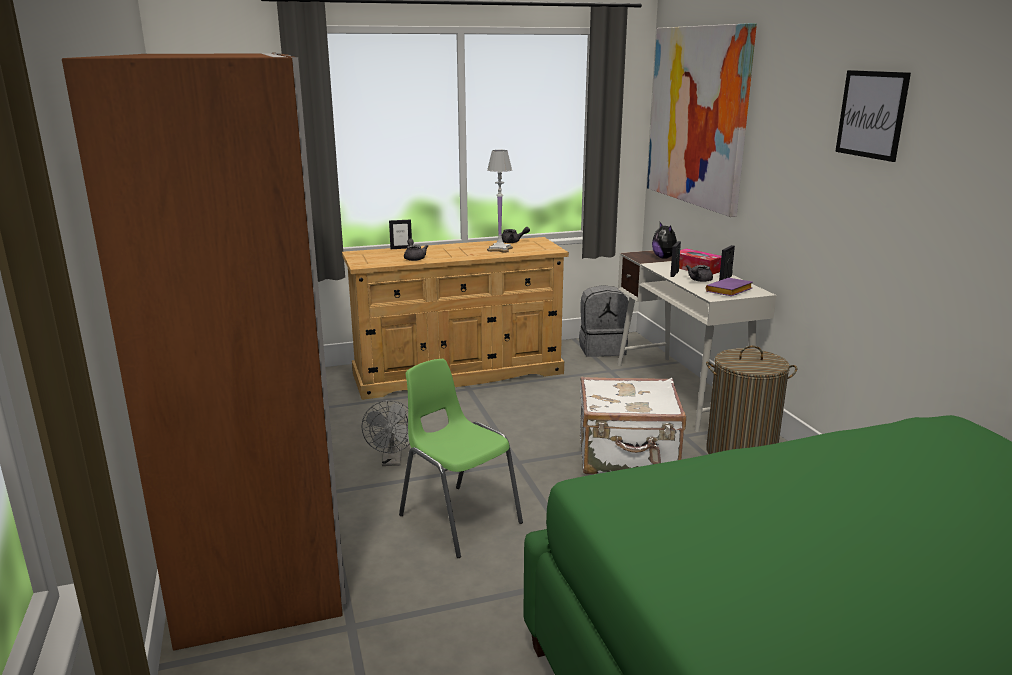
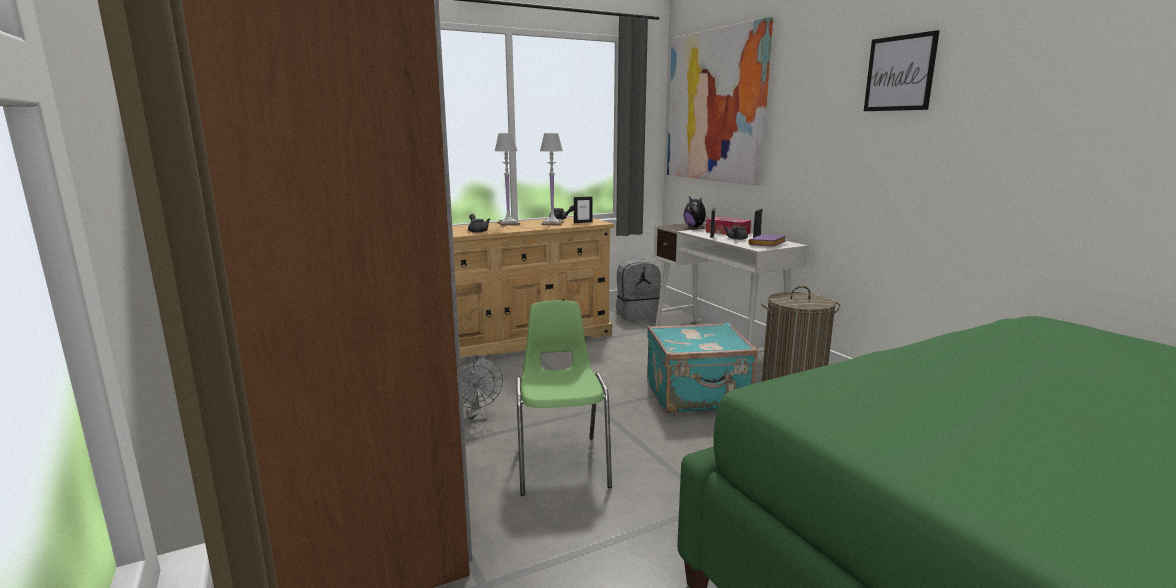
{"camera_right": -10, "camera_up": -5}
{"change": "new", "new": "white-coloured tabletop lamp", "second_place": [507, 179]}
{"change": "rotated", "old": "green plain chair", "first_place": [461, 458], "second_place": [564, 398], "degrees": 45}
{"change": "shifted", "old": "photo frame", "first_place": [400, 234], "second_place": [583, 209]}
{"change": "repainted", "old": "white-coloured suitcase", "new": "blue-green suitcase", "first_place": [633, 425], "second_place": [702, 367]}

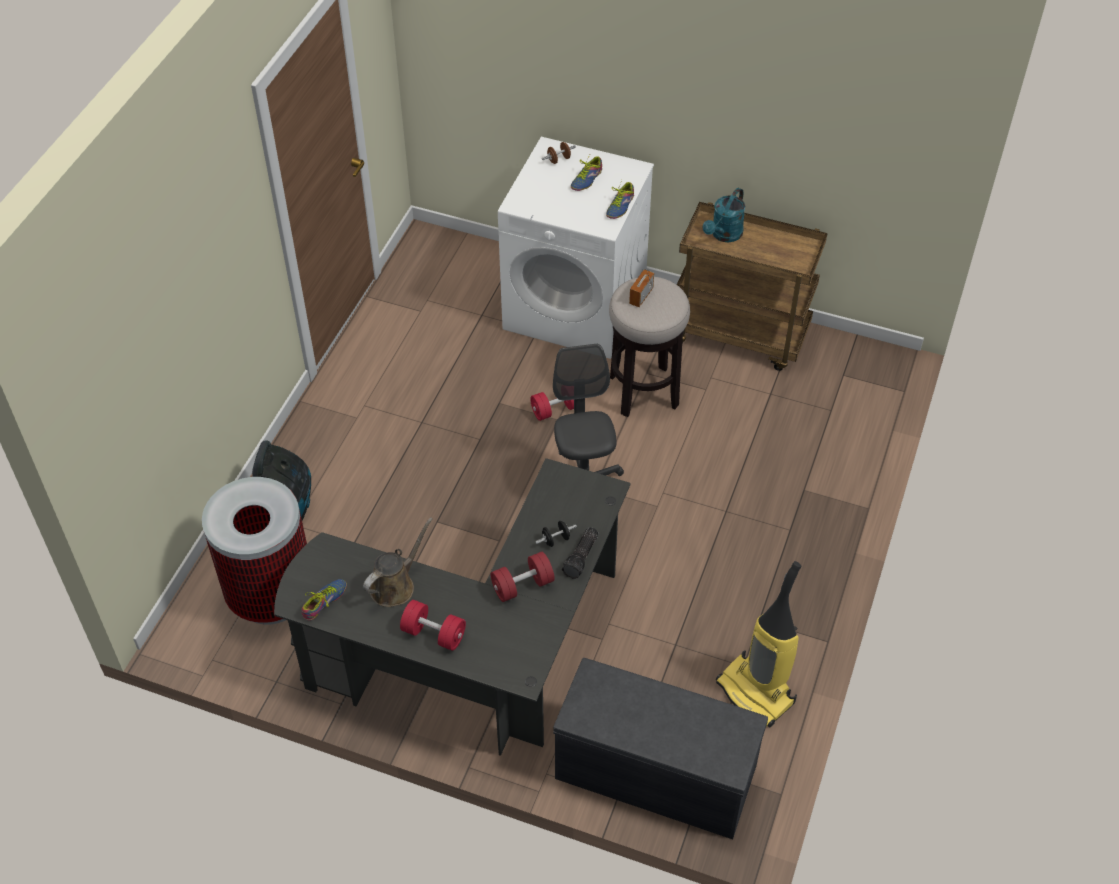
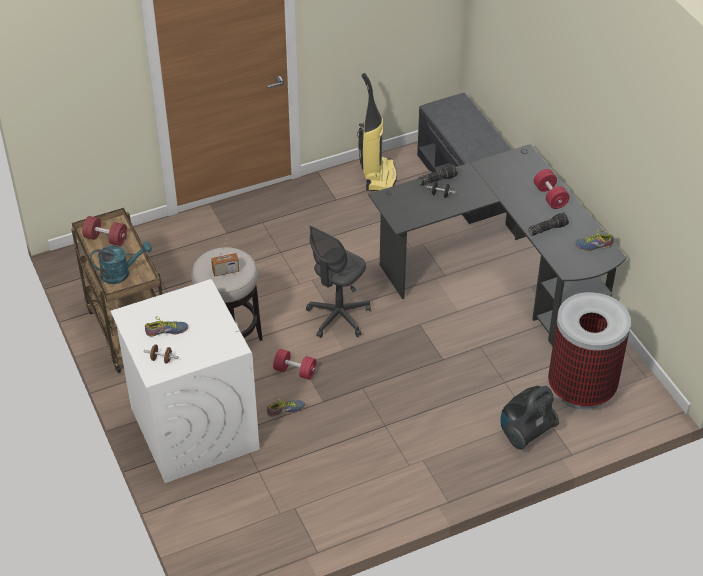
{"camera_right": -135, "camera_up": -5}
{"change": "shifted", "old": "red hand weight", "first_place": [523, 577], "second_place": [104, 231]}
{"change": "shifted", "old": "low shoe", "first_place": [620, 199], "second_place": [286, 407]}
{"change": "swapped", "old": "brownish sprinkling can", "new": "hand torch", "first_place": [398, 562], "second_place": [548, 224]}

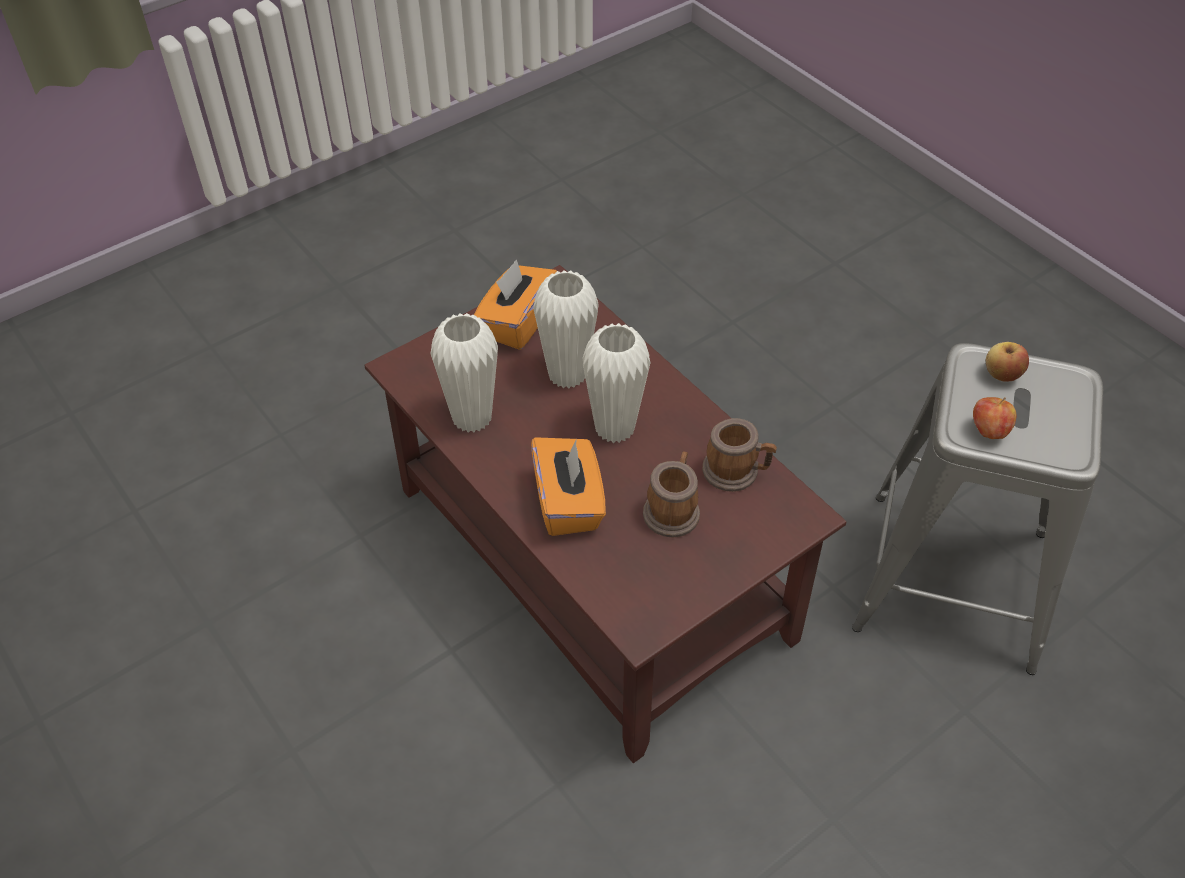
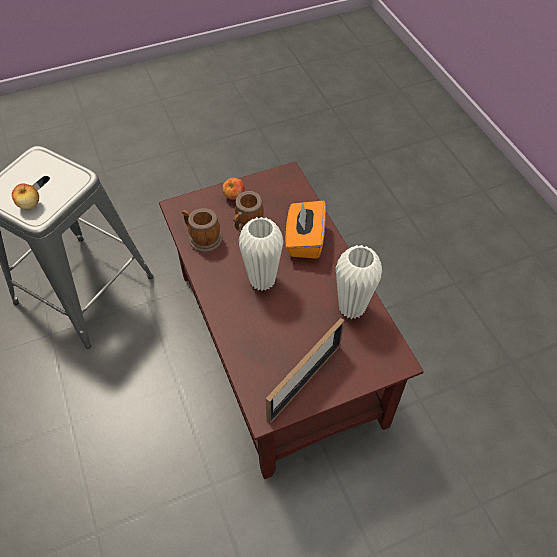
{"camera_right": -165, "camera_up": 5}
{"change": "shifted", "old": "apple fruit", "first_place": [995, 418], "second_place": [233, 189]}
{"change": "swapped", "old": "orangey tissue holder", "new": "photo frame", "first_place": [515, 304], "second_place": [305, 370]}
{"change": "gone", "old": "white-coloured vase", "first_place": [566, 329]}

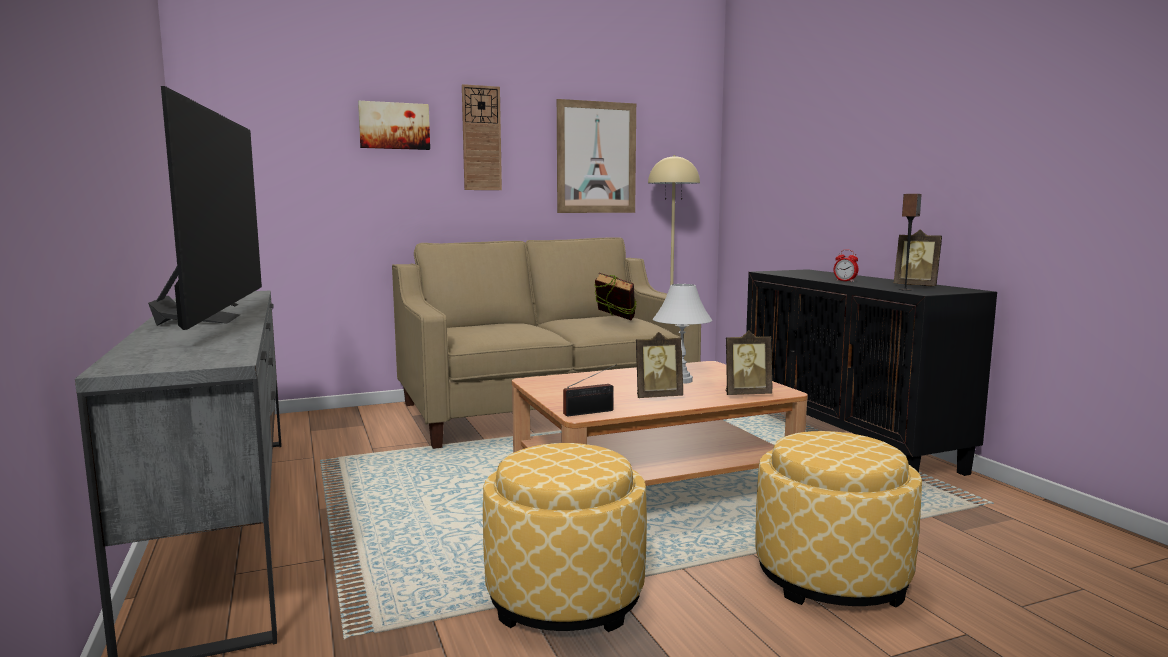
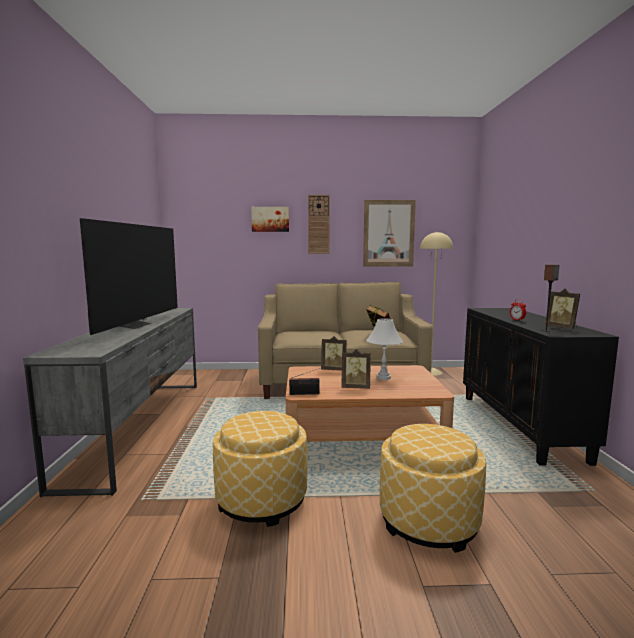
{"camera_right": 20, "camera_up": 0}
{"change": "shifted", "old": "photo frame", "first_place": [749, 362], "second_place": [333, 353]}

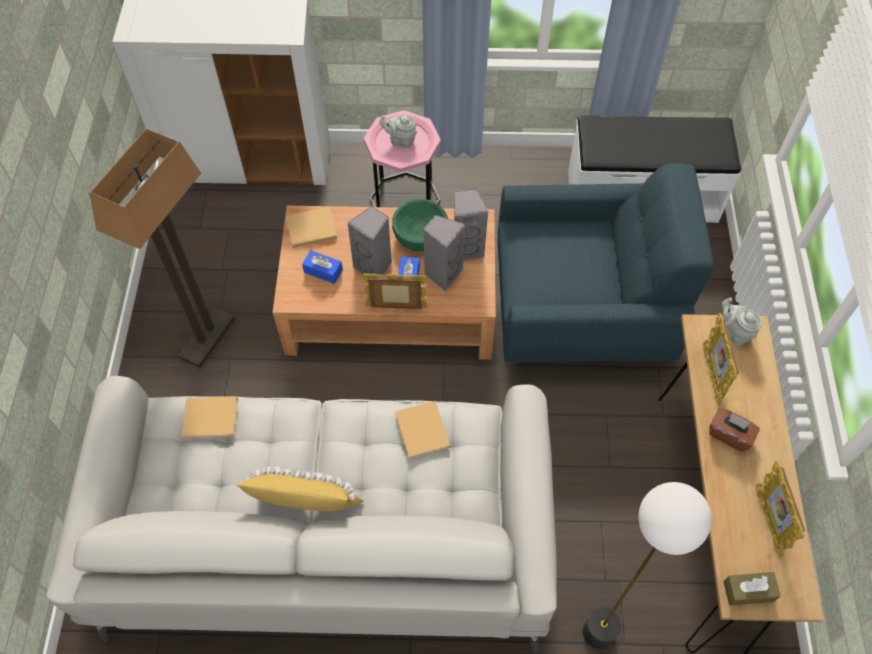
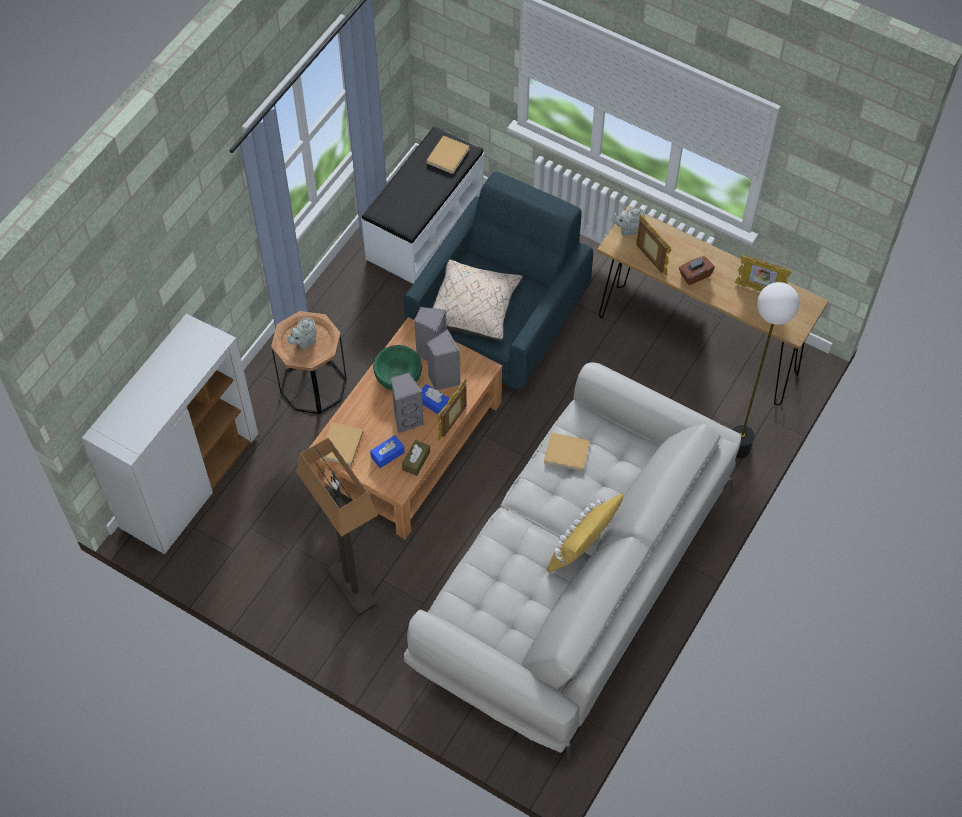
{"camera_right": -60, "camera_up": 0}
{"change": "repainted", "old": "pinkish end table", "new": "brownish end table", "first_place": [402, 158], "second_place": [309, 362]}
{"change": "shifted", "old": "brownish tissue holder", "first_place": [751, 588], "second_place": [416, 458]}
{"change": "shifted", "old": "beige book", "first_place": [210, 417], "second_place": [448, 154]}
{"change": "new", "new": "beige pillow", "second_place": [477, 300]}
{"change": "rotated", "old": "photo frame", "first_place": [721, 359], "second_place": [653, 245], "degrees": -150}

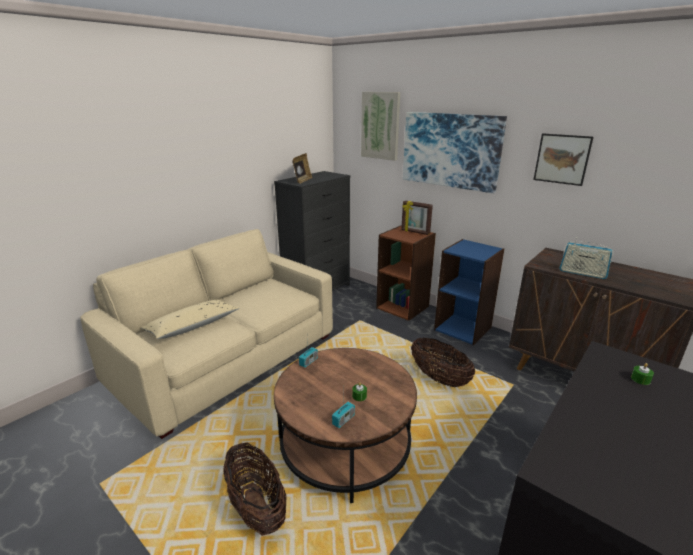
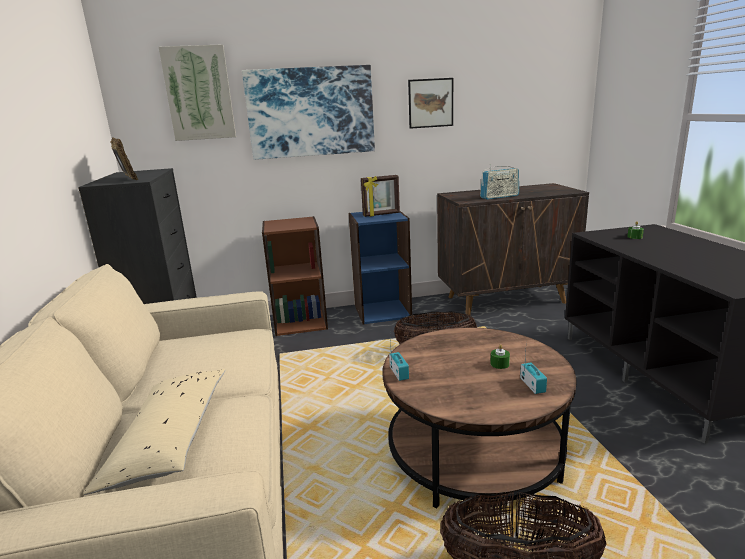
{"camera_right": -50, "camera_up": -5}
{"change": "shifted", "old": "photo frame", "first_place": [417, 218], "second_place": [380, 196]}

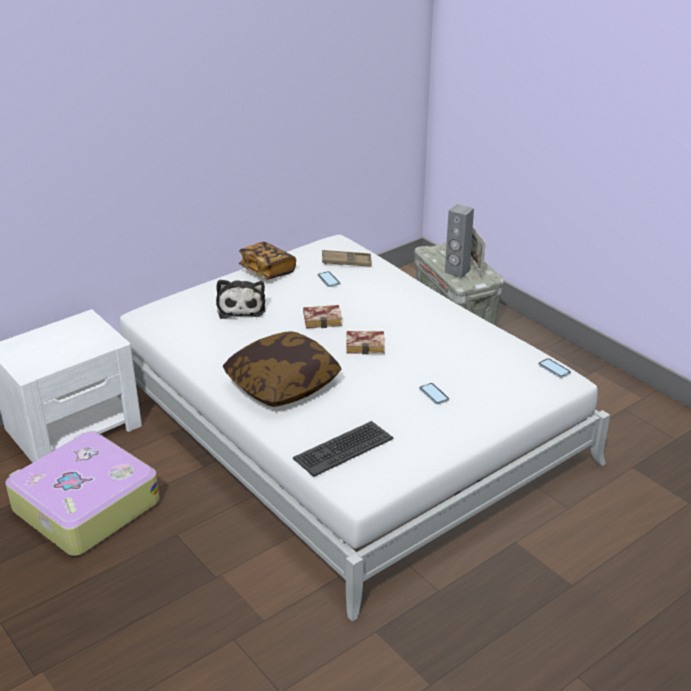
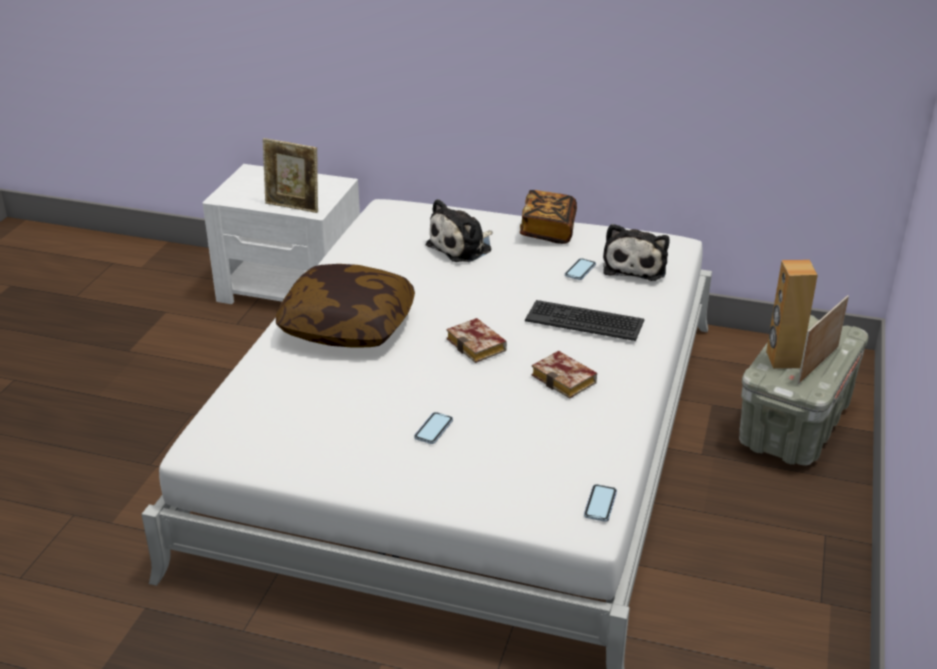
{"camera_right": 55, "camera_up": 0}
{"change": "new", "new": "photo frame", "second_place": [290, 175]}
{"change": "shifted", "old": "keyboard", "first_place": [343, 449], "second_place": [584, 320]}
{"change": "shifted", "old": "book", "first_place": [322, 316], "second_place": [564, 374]}
{"change": "swapped", "old": "brownish carrying tray", "new": "plush toy", "first_place": [347, 258], "second_place": [636, 252]}
{"change": "repainted", "old": "greyish speaker", "new": "brownish speaker", "first_place": [459, 241], "second_place": [792, 314]}
{"change": "gone", "old": "suitcase", "first_place": [83, 493]}

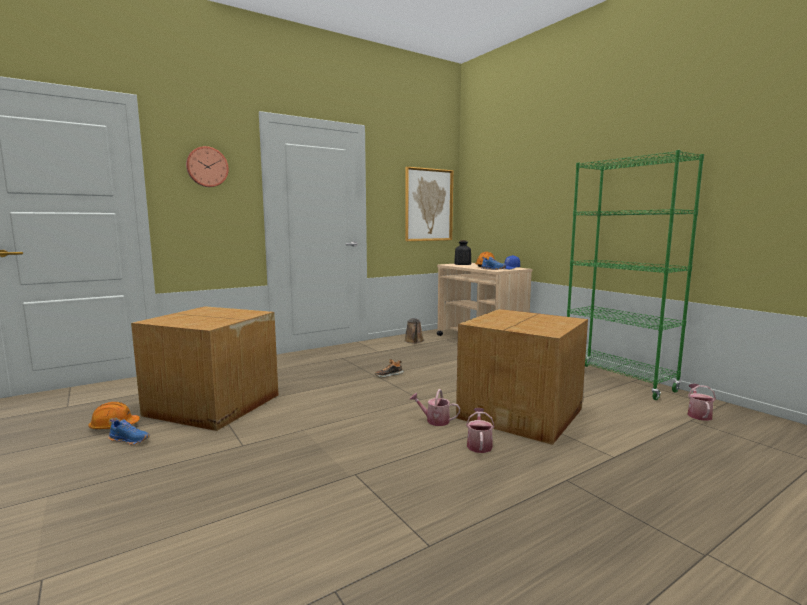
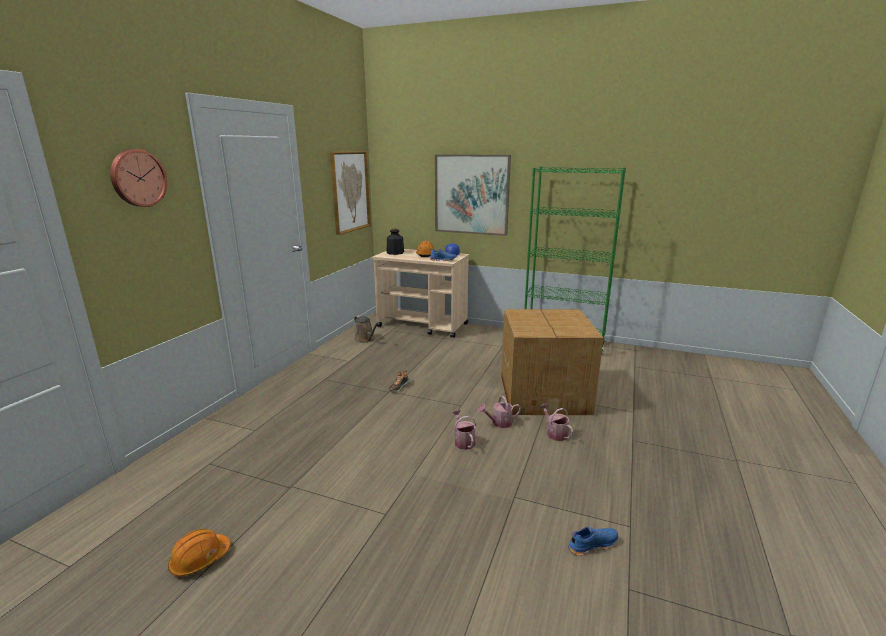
{"camera_right": -35, "camera_up": 10}
{"change": "new", "new": "picture", "second_place": [473, 195]}
{"change": "shifted", "old": "sprinkling can", "first_place": [701, 402], "second_place": [464, 430]}
{"change": "shifted", "old": "bluish low shoe", "first_place": [129, 432], "second_place": [593, 541]}
{"change": "gone", "old": "packing box", "first_place": [204, 368]}

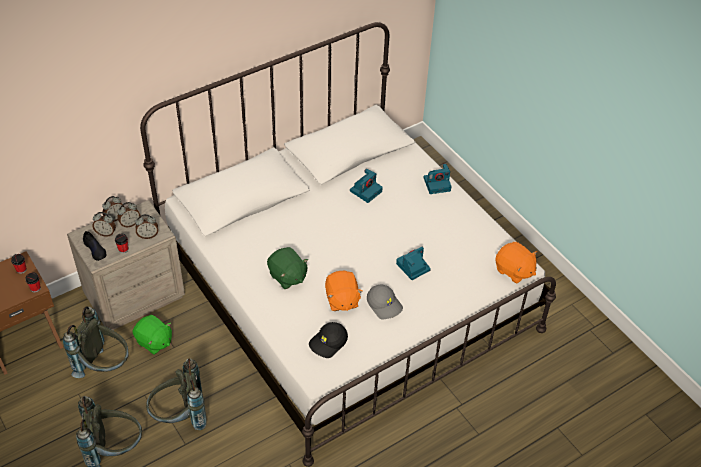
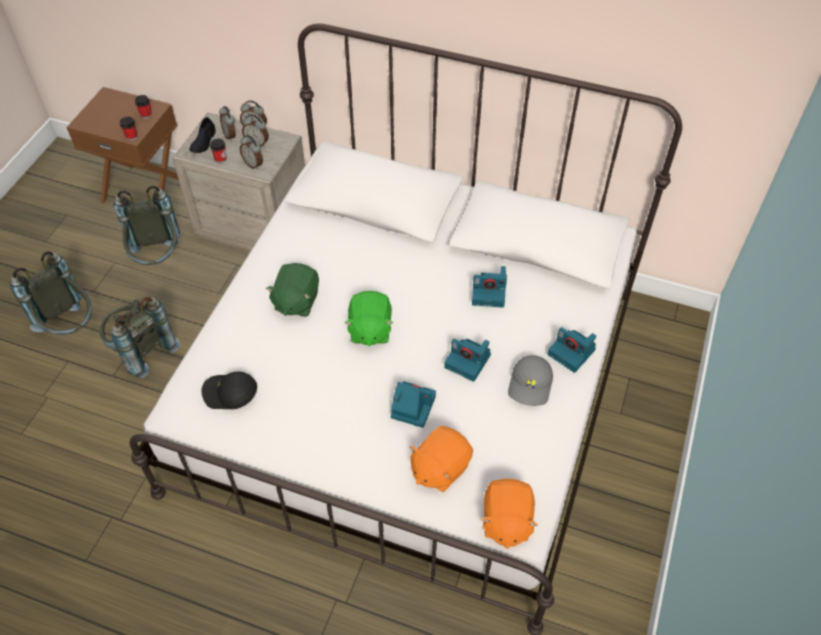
{"camera_right": 55, "camera_up": 5}
{"change": "shifted", "old": "green plush toy", "first_place": [152, 335], "second_place": [369, 318]}
{"change": "shifted", "old": "orangey plush toy", "first_place": [344, 291], "second_place": [441, 459]}
{"change": "new", "new": "still camera", "second_place": [467, 360]}
{"change": "shifted", "old": "greyish peaked cap", "first_place": [385, 301], "second_place": [530, 380]}

